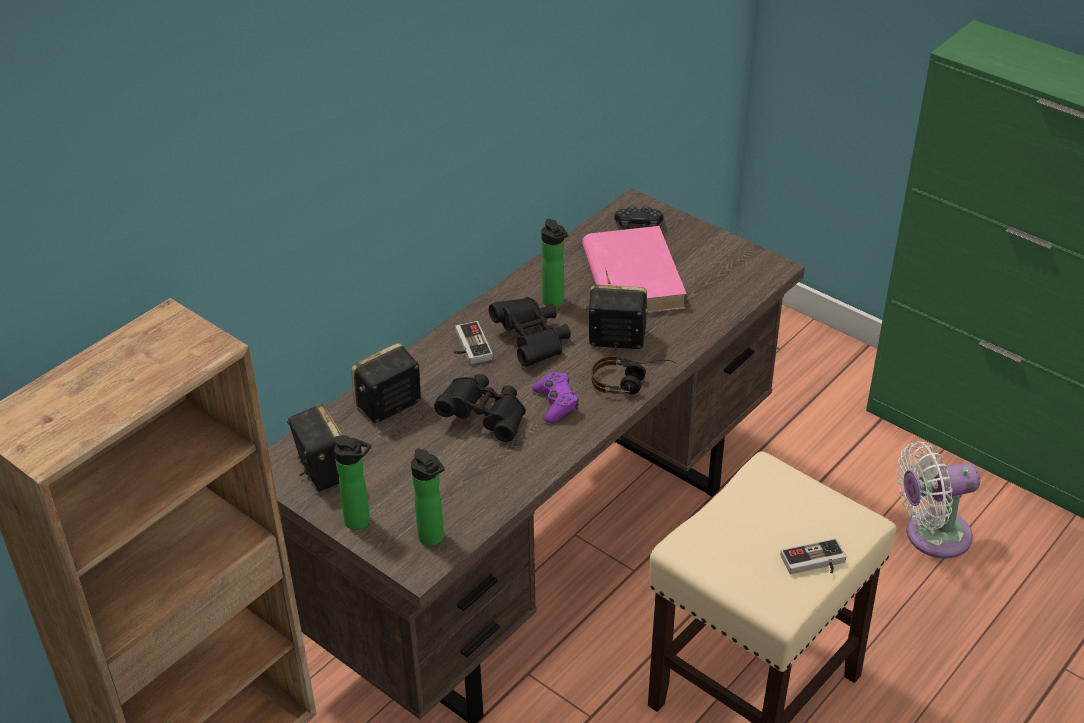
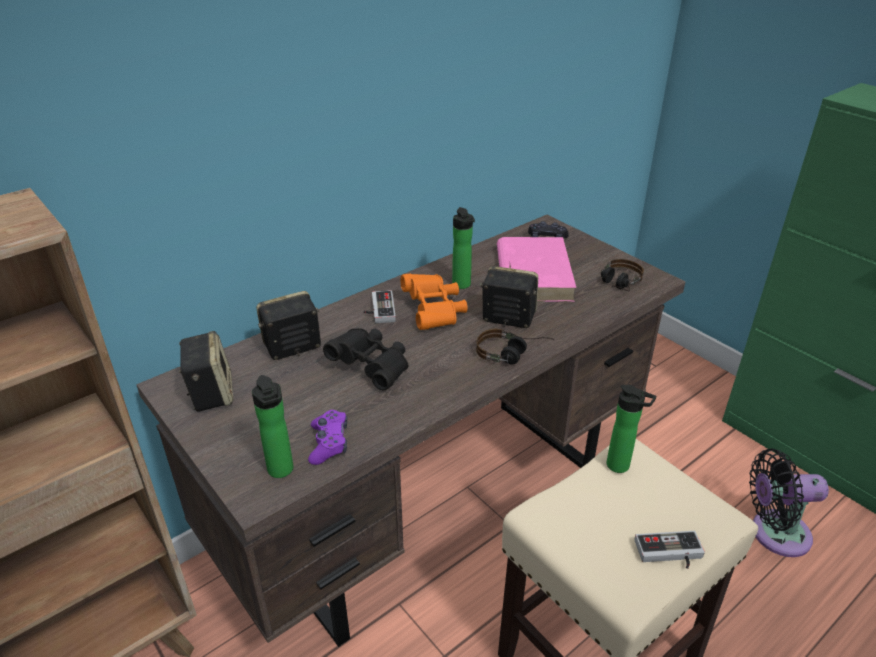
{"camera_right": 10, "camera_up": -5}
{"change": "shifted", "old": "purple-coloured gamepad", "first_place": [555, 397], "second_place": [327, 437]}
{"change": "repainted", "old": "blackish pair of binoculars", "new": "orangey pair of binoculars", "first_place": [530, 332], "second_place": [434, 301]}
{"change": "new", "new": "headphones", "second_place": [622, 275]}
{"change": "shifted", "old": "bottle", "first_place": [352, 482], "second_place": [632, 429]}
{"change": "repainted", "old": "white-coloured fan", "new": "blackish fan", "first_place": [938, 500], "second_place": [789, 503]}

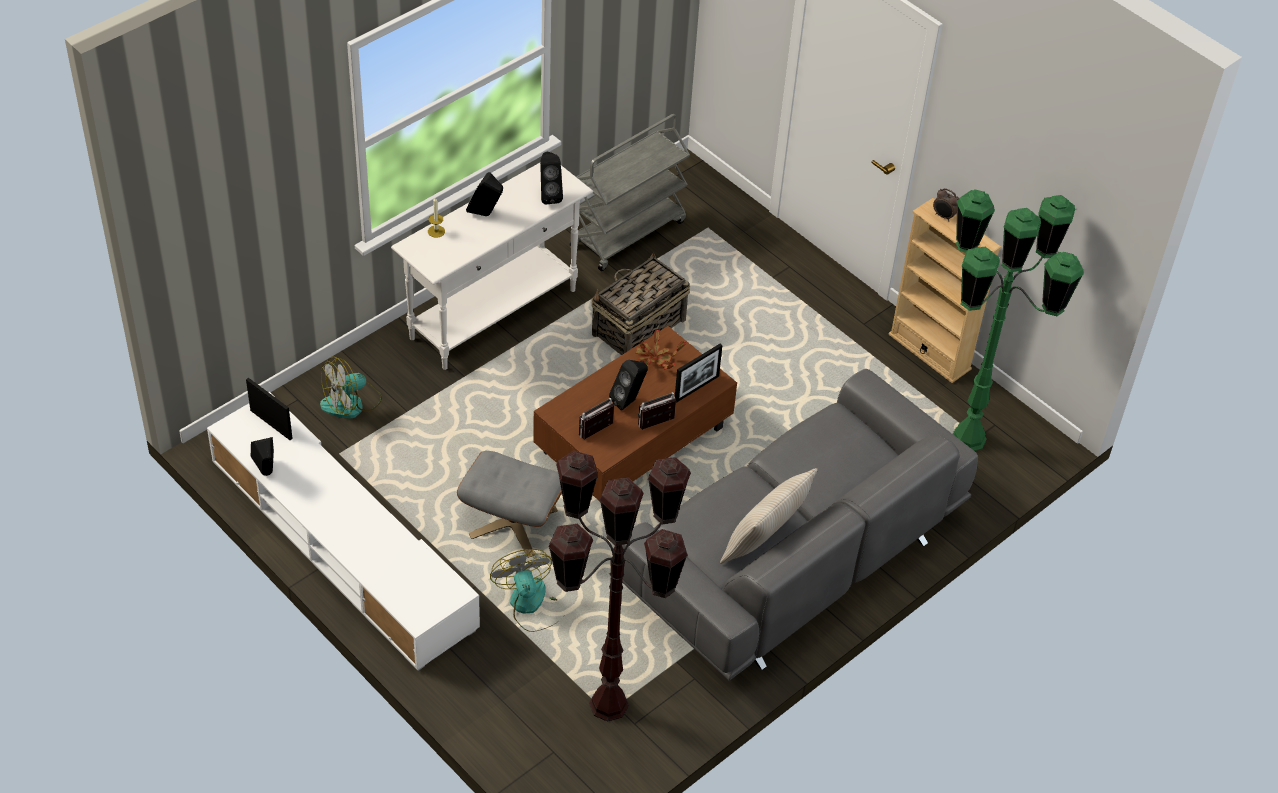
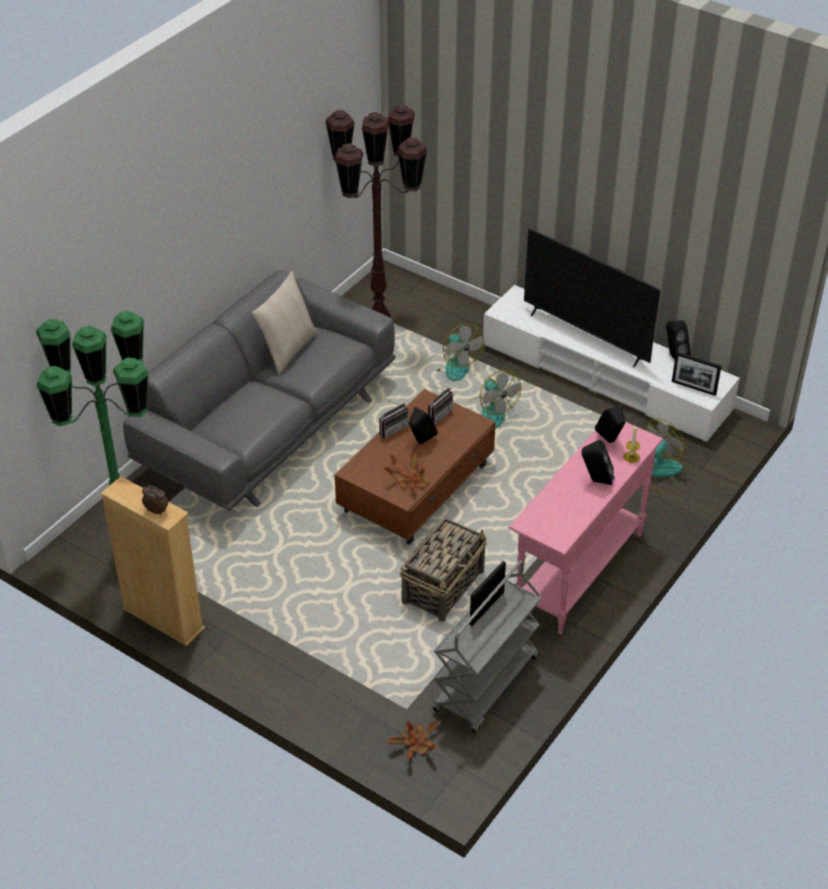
{"camera_right": 170, "camera_up": -5}
{"change": "new", "new": "houseplant", "second_place": [413, 740]}
{"change": "swapped", "old": "greyish footrest", "new": "fan", "first_place": [509, 504], "second_place": [492, 399]}
{"change": "shifted", "old": "photo frame", "first_place": [698, 373], "second_place": [488, 593]}
{"change": "repainted", "old": "white-coloured hall table", "new": "pinkish hall table", "first_place": [492, 266], "second_place": [585, 528]}
{"change": "new", "new": "television", "second_place": [592, 298]}
{"change": "shifted", "old": "blackish speaker", "first_place": [551, 178], "second_place": [610, 424]}

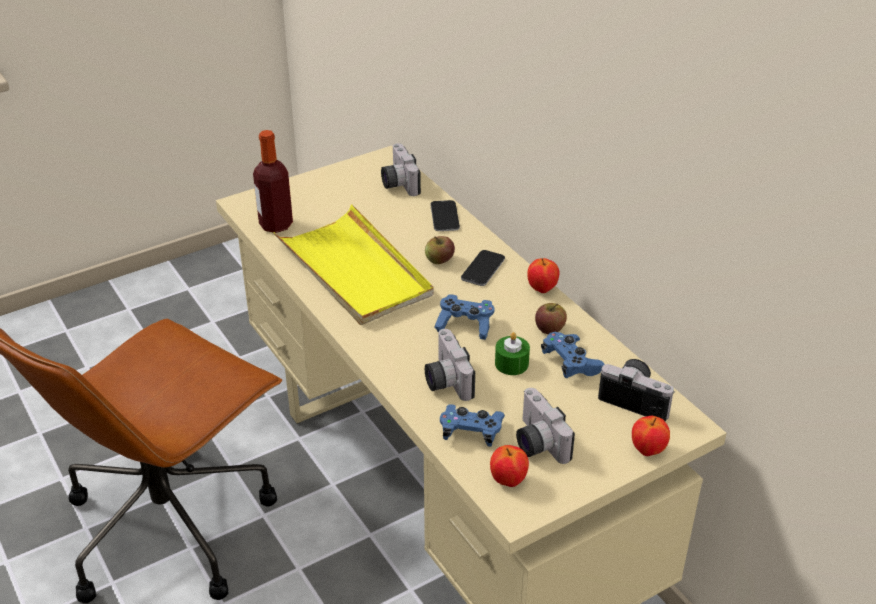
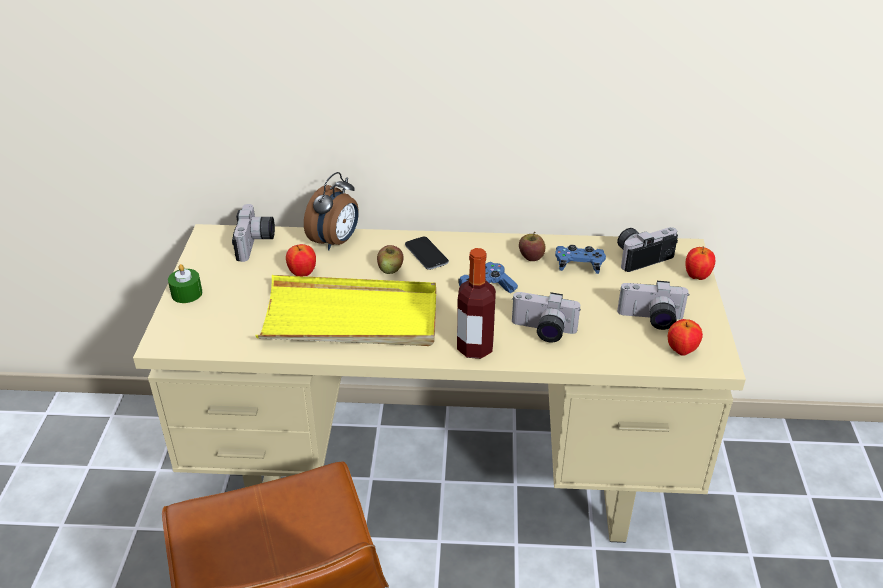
{"camera_right": -55, "camera_up": 0}
{"change": "shifted", "old": "green wax light", "first_place": [512, 353], "second_place": [185, 283]}
{"change": "rotated", "old": "still camera", "first_place": [401, 169], "second_place": [253, 233], "degrees": -105}
{"change": "shifted", "old": "apple fruit", "first_place": [543, 275], "second_place": [301, 260]}
{"change": "swapped", "old": "telephone", "new": "alarm clock", "first_place": [445, 215], "second_place": [331, 211]}
{"change": "shifted", "old": "bottle", "first_place": [273, 181], "second_place": [476, 303]}
{"change": "gone", "old": "bluish gamepad", "first_place": [472, 425]}

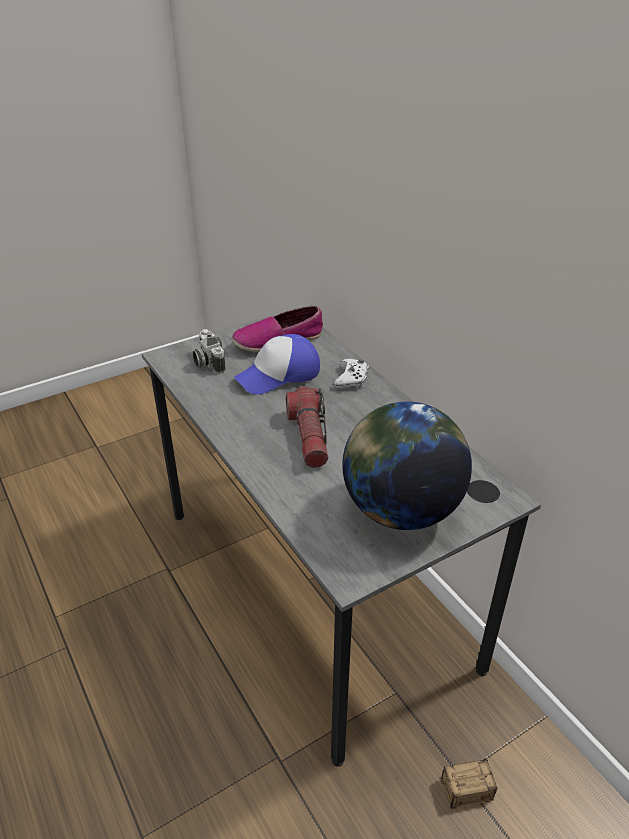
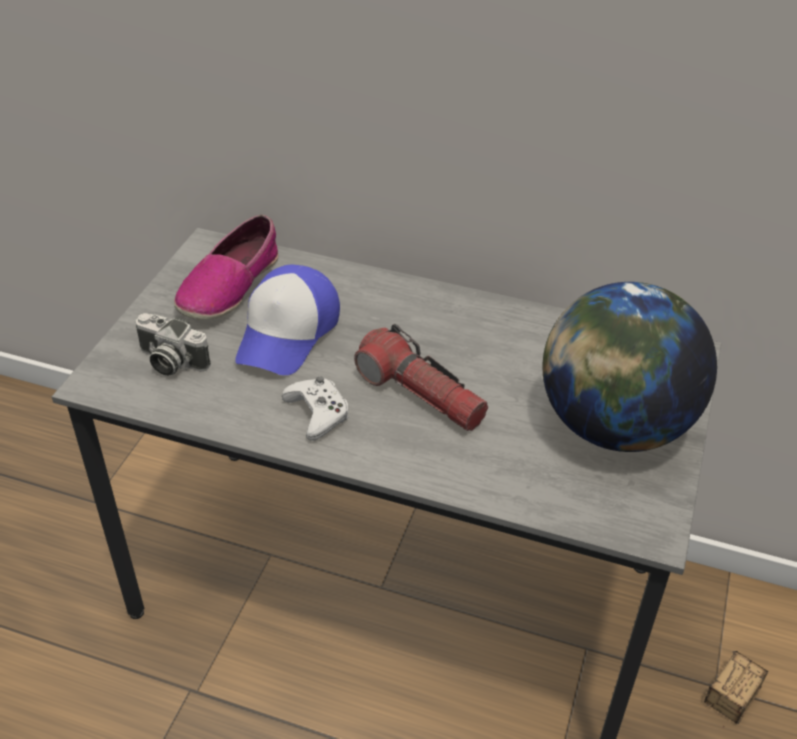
{"camera_right": -40, "camera_up": 5}
{"change": "shifted", "old": "white-coloured gamepad", "first_place": [351, 374], "second_place": [315, 408]}

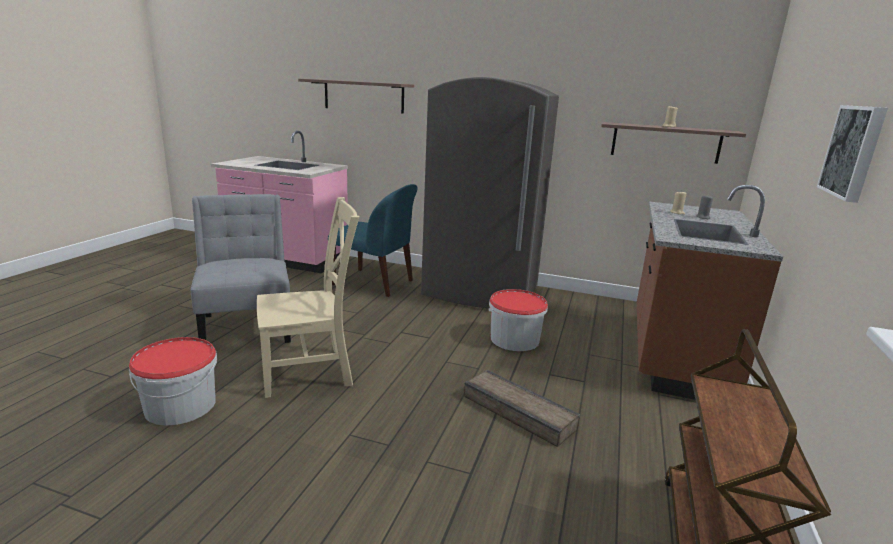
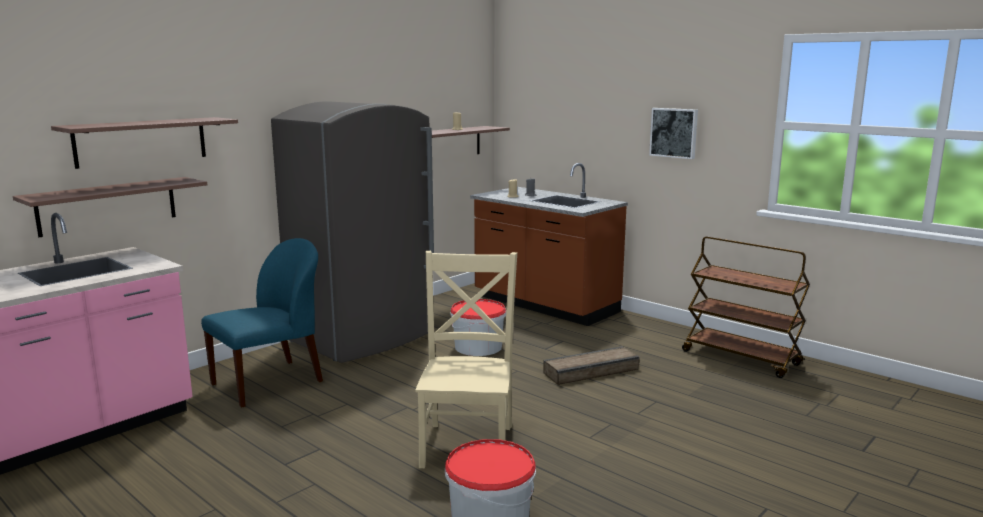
{"camera_right": -65, "camera_up": -5}
{"change": "new", "new": "wall shelf", "second_place": [110, 207]}
{"change": "gone", "old": "greyish plain chair", "first_place": [241, 268]}

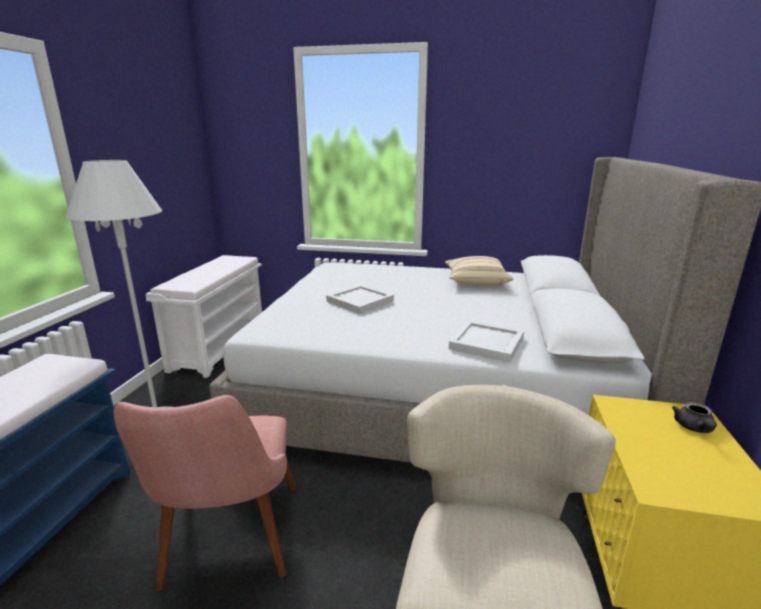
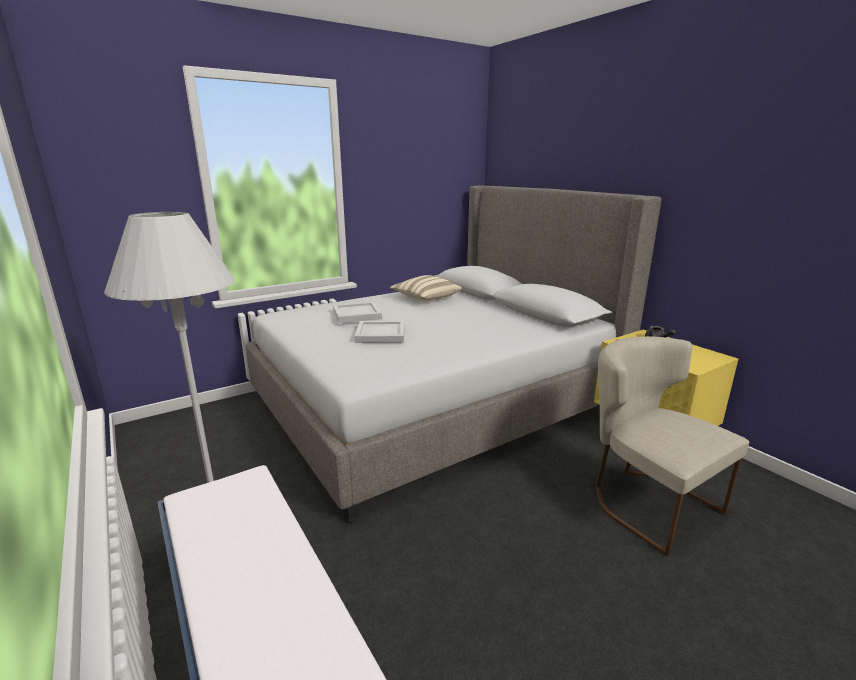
{"camera_right": -45, "camera_up": 0}
{"change": "shifted", "old": "white-coloured carrying tray", "first_place": [486, 342], "second_place": [357, 312]}
{"change": "gone", "old": "pinkish plain chair", "first_place": [205, 493]}
{"change": "gone", "old": "white-coloured long seat", "first_place": [204, 316]}

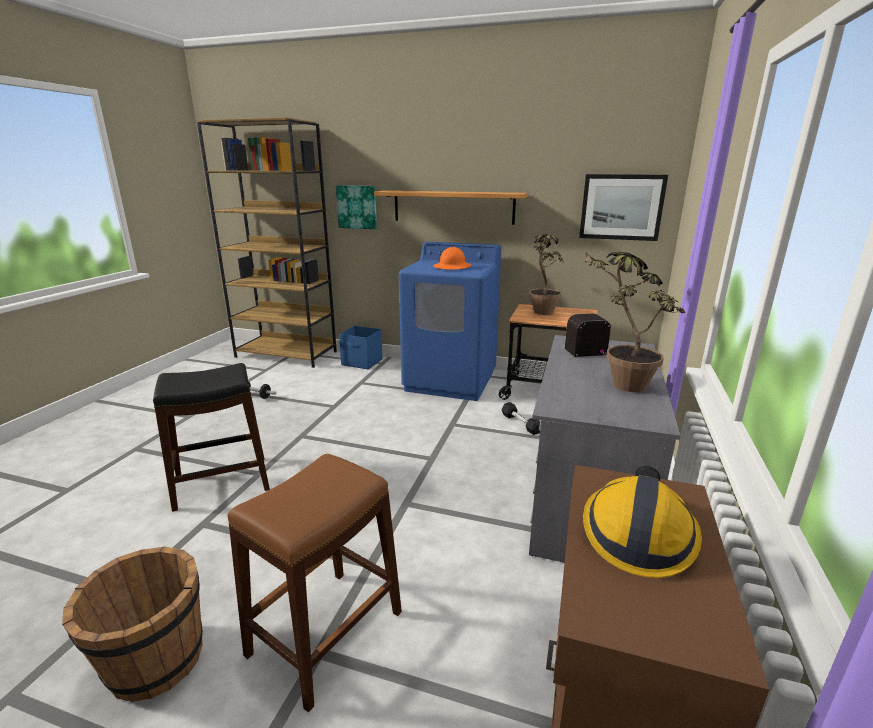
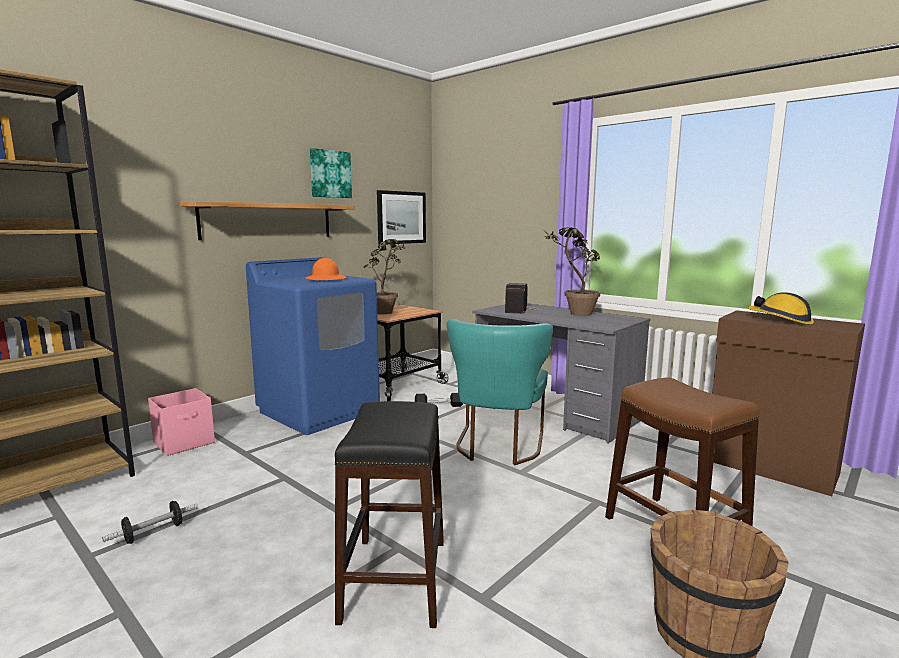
{"camera_right": -65, "camera_up": -10}
{"change": "repainted", "old": "bluish storage box", "new": "pinkish storage box", "first_place": [360, 348], "second_place": [181, 422]}
{"change": "shifted", "old": "picture", "first_place": [356, 207], "second_place": [331, 173]}
{"change": "new", "new": "blue-green plain chair", "second_place": [500, 392]}

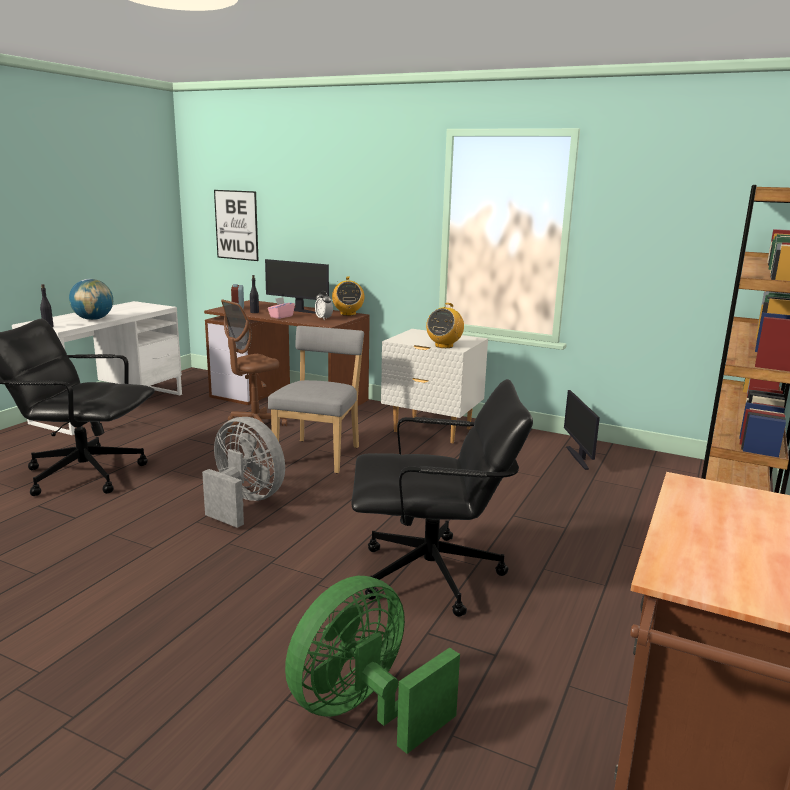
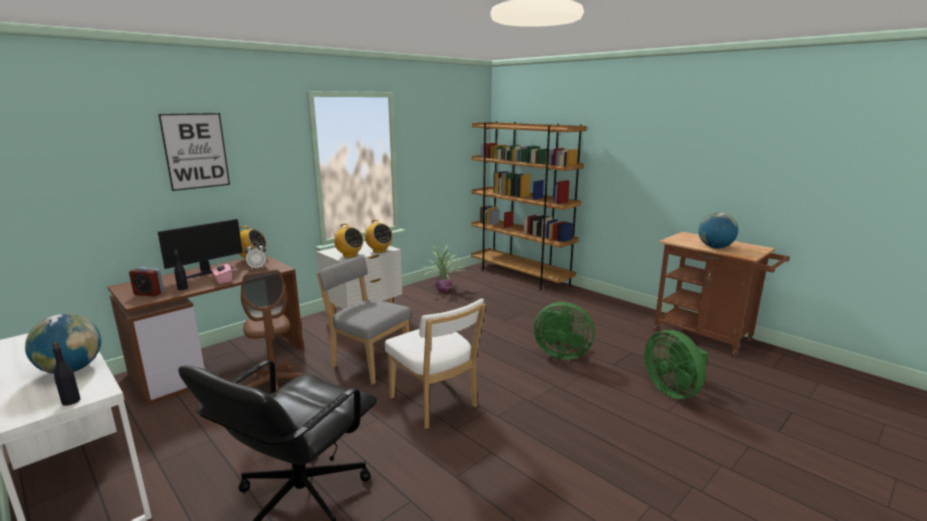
{"camera_right": -70, "camera_up": 0}
{"change": "shifted", "old": "picture", "first_place": [236, 225], "second_place": [194, 152]}
{"change": "new", "new": "radio", "second_place": [348, 240]}
{"change": "swapped", "old": "greyish fan", "new": "white-coloured plain chair", "first_place": [243, 472], "second_place": [435, 364]}
{"change": "swapped", "old": "computer screen", "new": "houseplant", "first_place": [582, 430], "second_place": [443, 268]}
{"change": "swapped", "old": "blackish computer chair", "new": "green fan", "first_place": [442, 498], "second_place": [564, 331]}
{"change": "new", "new": "world globe", "second_place": [718, 230]}

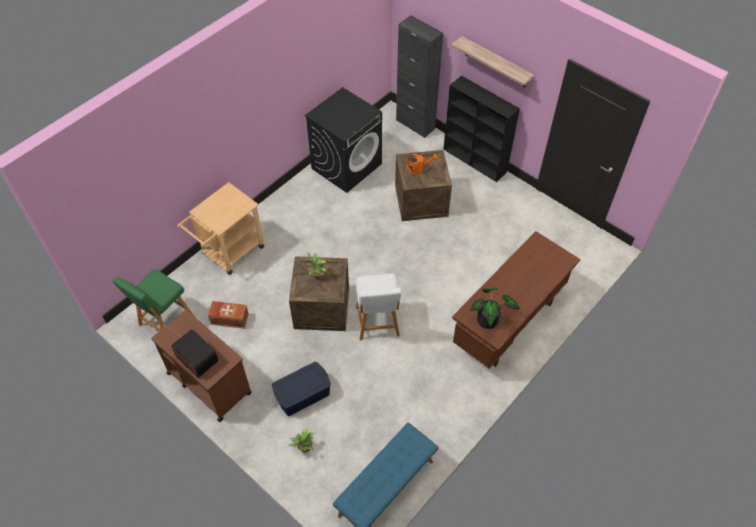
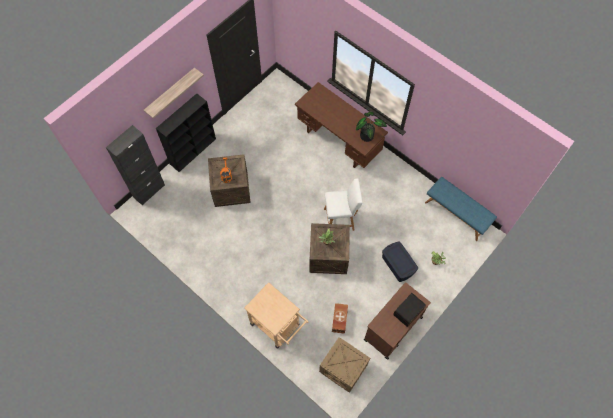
{"camera_right": -90, "camera_up": 10}
{"change": "swapped", "old": "green stool", "new": "shipping crate", "first_place": [154, 300], "second_place": [344, 365]}
{"change": "gone", "old": "blackish laundry appliance", "first_place": [343, 140]}

